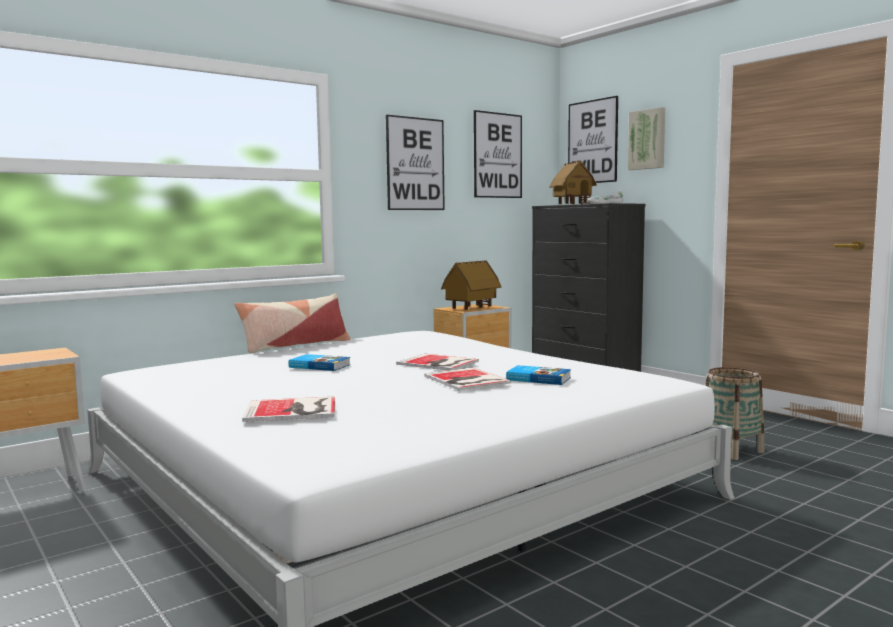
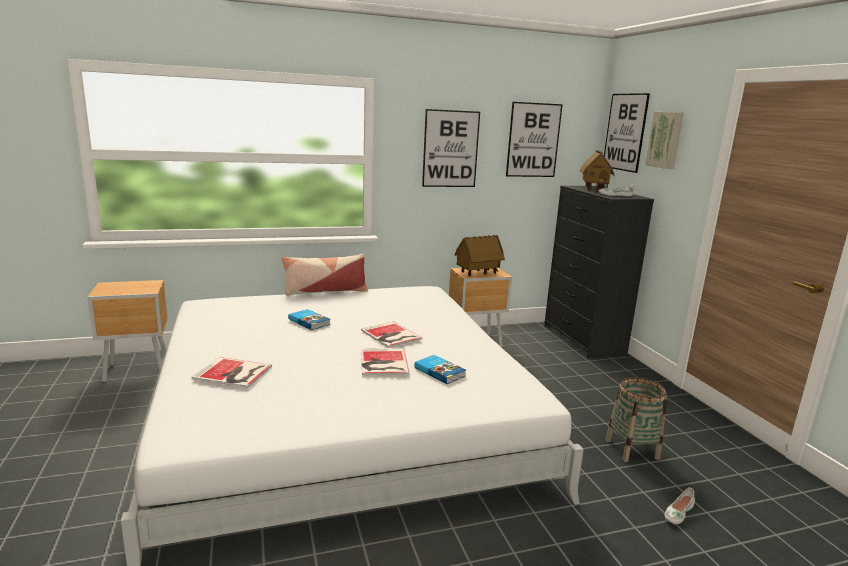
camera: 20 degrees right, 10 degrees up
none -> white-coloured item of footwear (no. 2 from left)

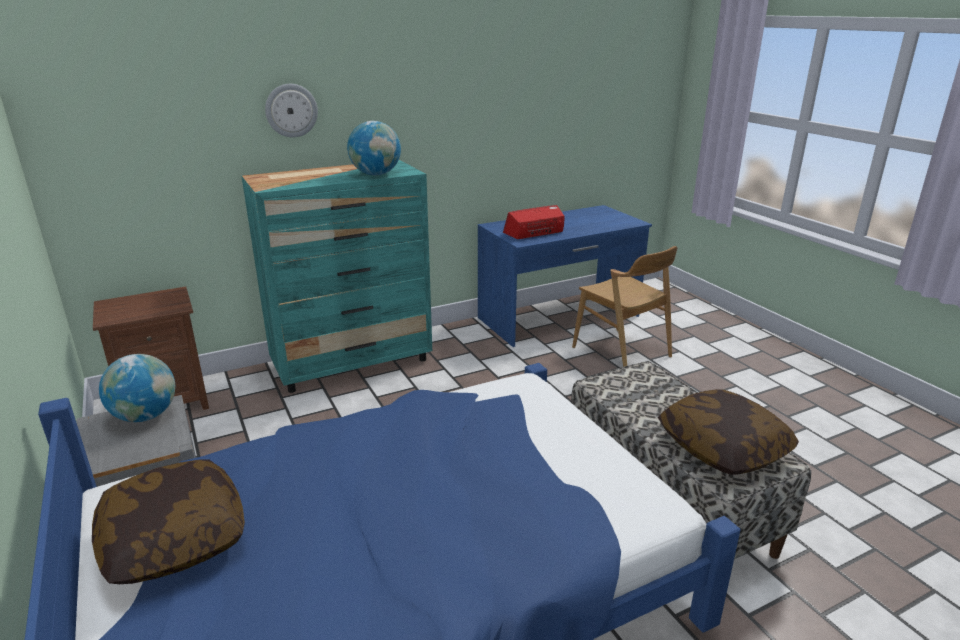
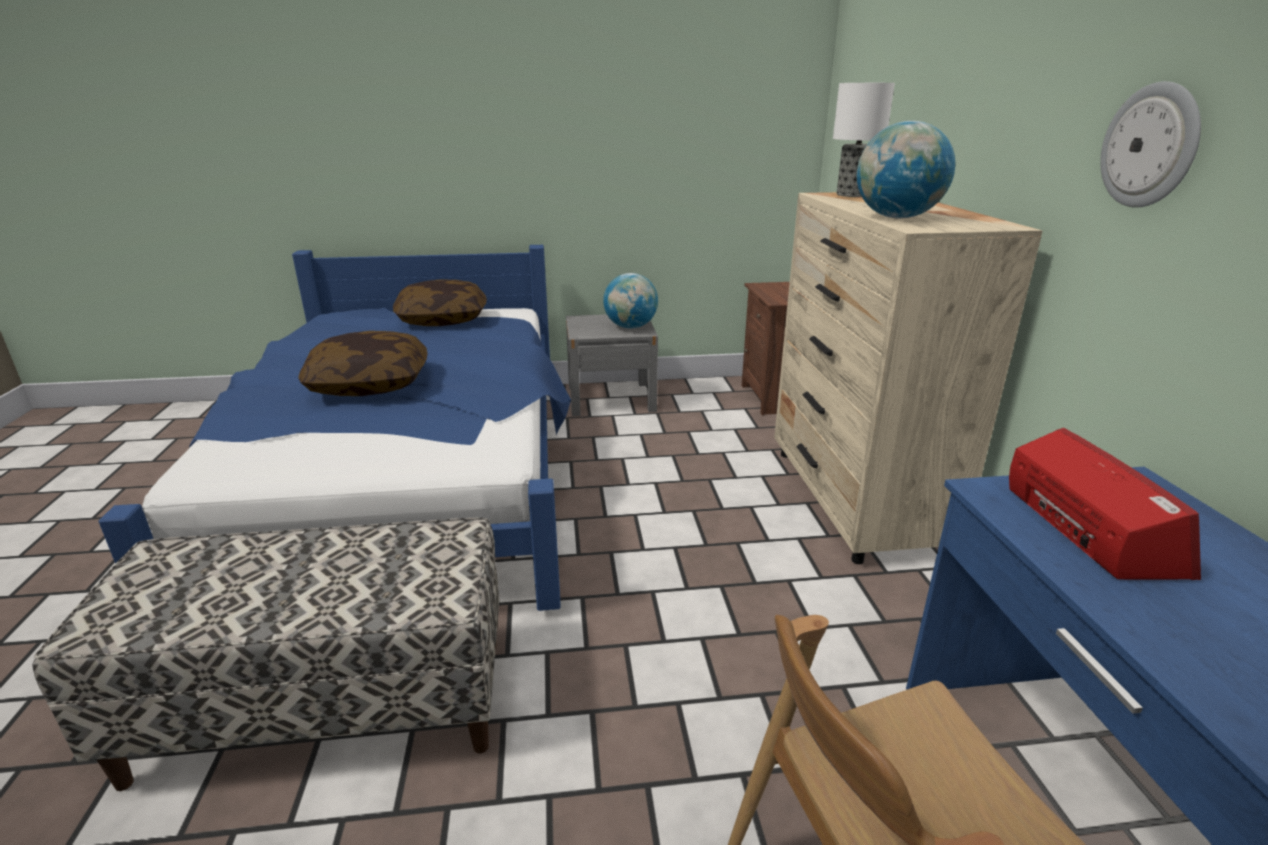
camera: 110 degrees right, 0 degrees up
none -> table lamp
hanging clock, shifted
pillow (no. 2 from left in the first image) -> pillow (no. 1 from left), shifted
turquoise-coloured drawer chest -> beige-coloured drawer chest

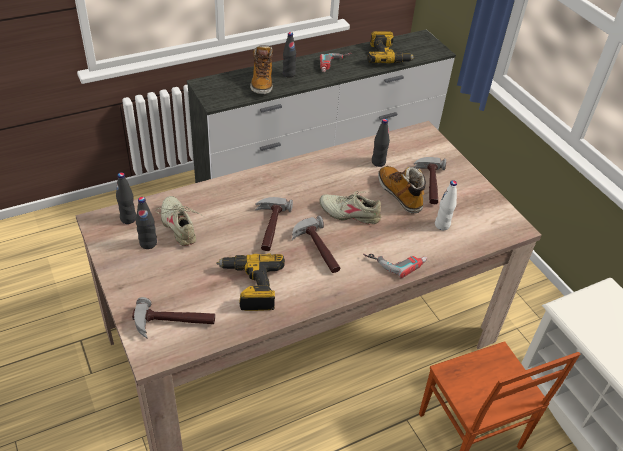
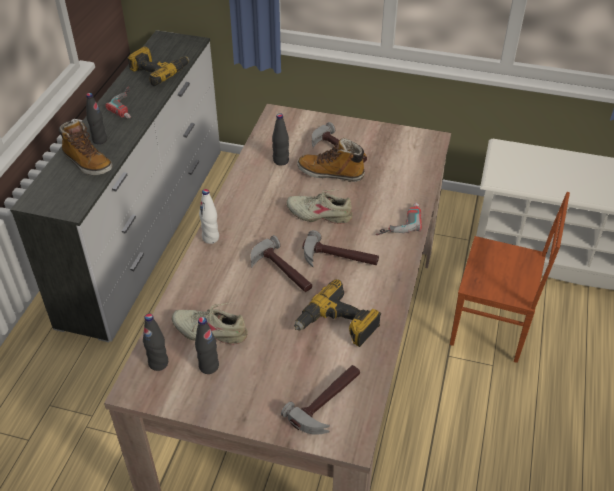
camera: 45 degrees left, 0 degrees up
white-coloured beverage bottle, shifted
beige-coloured item of footwear (no. 2 from left), 45 degrees clockwise

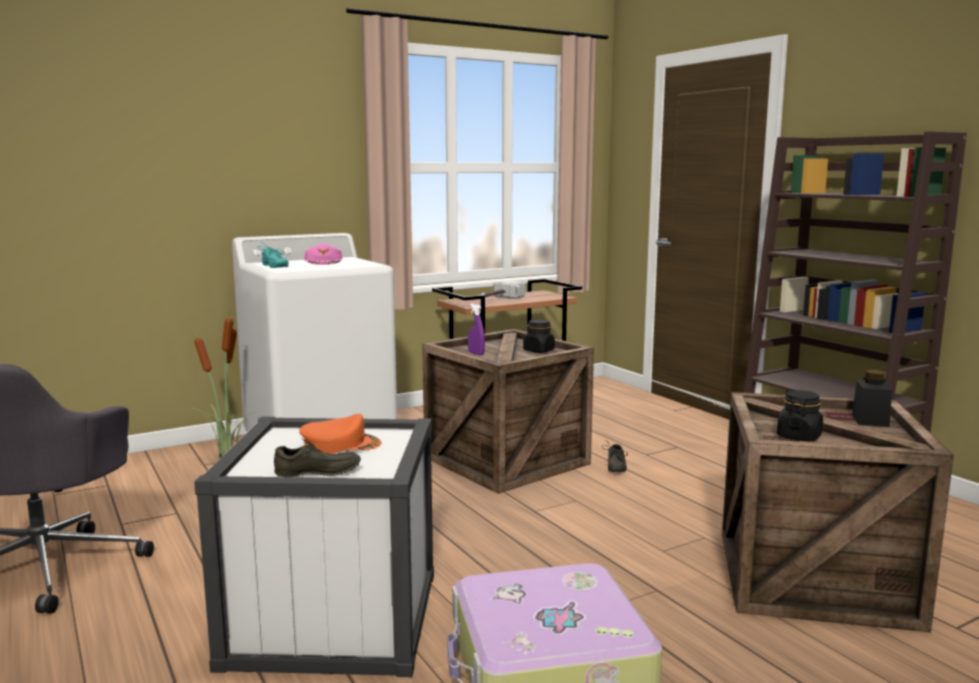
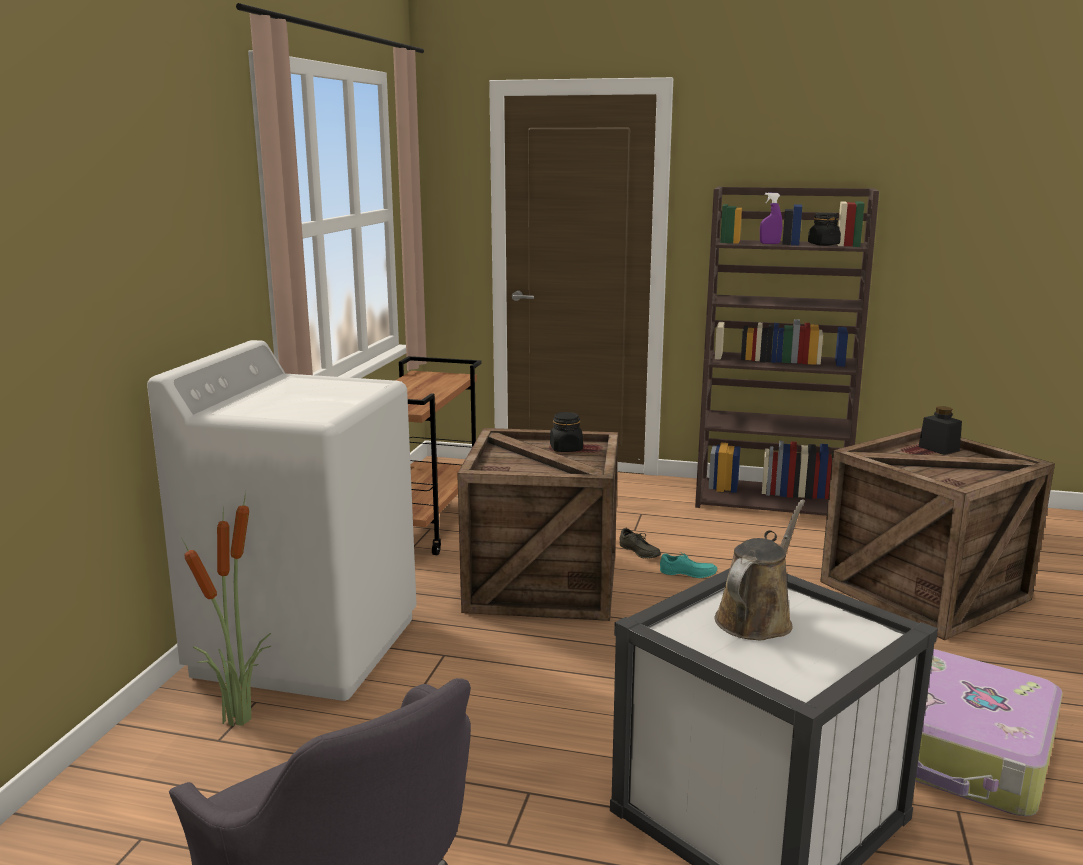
camera: 45 degrees left, 5 degrees up
greyish item of footwear (no. 1 from left) -> none
pink-coloured baseball cap -> none
hand hammer -> none
turquoise-coloured item of footwear, shifted
purplish sprayer, shifted
black-coloured jar (no. 2 from left), shifted
orange baseball cap -> brown watering can

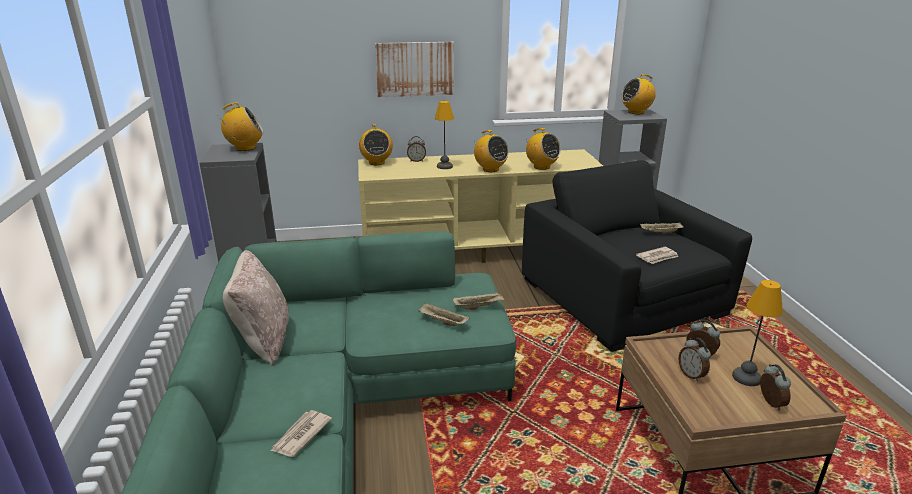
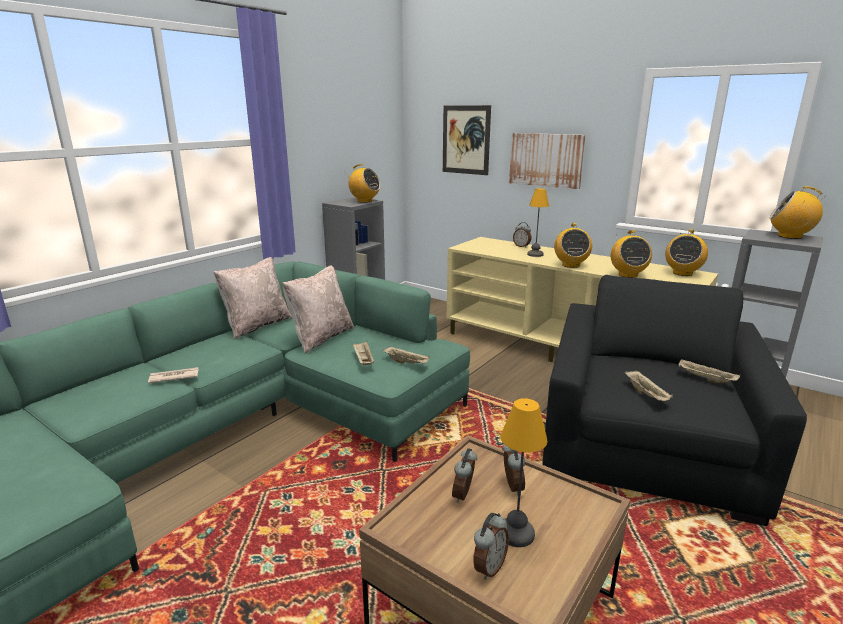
camera: 45 degrees right, 5 degrees down
none -> beige-coloured pillow (no. 2 from left)
none -> picture (no. 1 from left)
radio set (no. 2 from left in the first image) -> radio set (no. 4 from left), shifted
printed paper (no. 2 from left) -> beige-coloured tray (no. 3 from left)

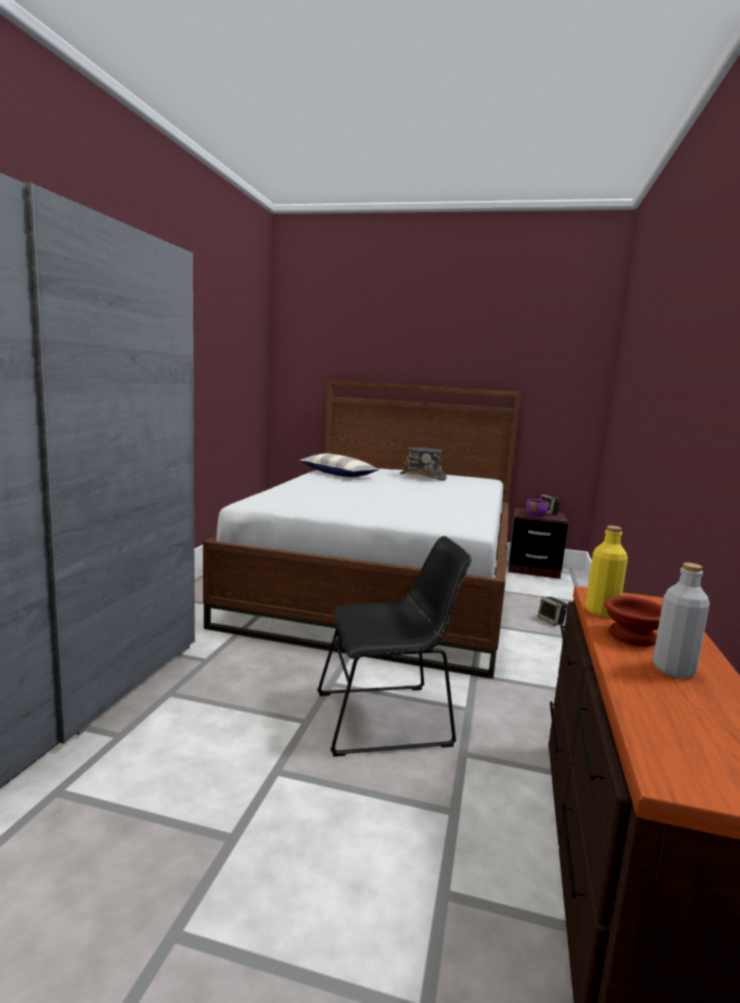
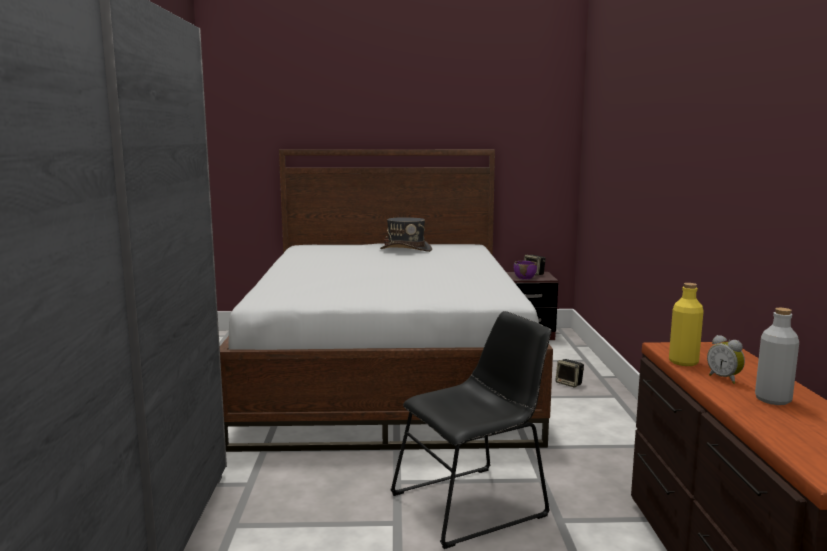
camera: 15 degrees left, 0 degrees up
pillow -> none
brown serving bowl -> bedside clock

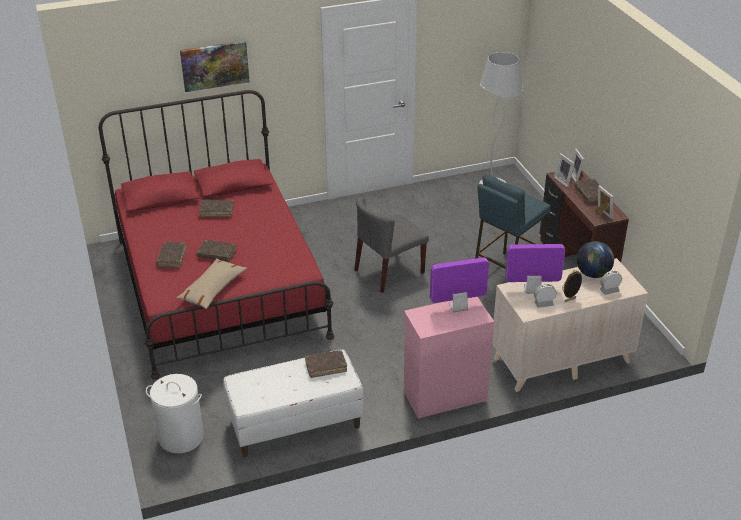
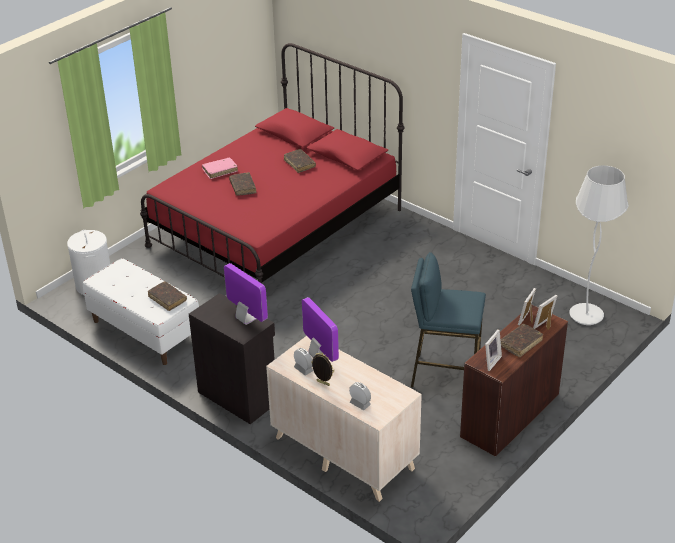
camera: 60 degrees right, 0 degrees up
beige-coloured pillow -> none
picture -> none
greyish chair -> none
globe -> none
brown bound book (no. 1 from left) -> pink-coloured bound book
pink-coloured cupboard -> black-coloured cupboard

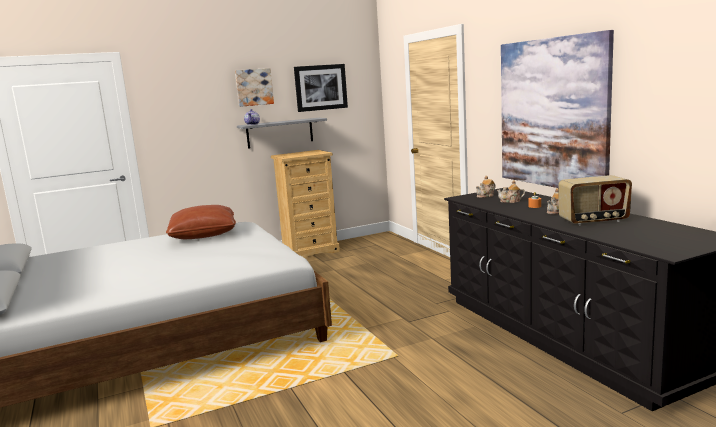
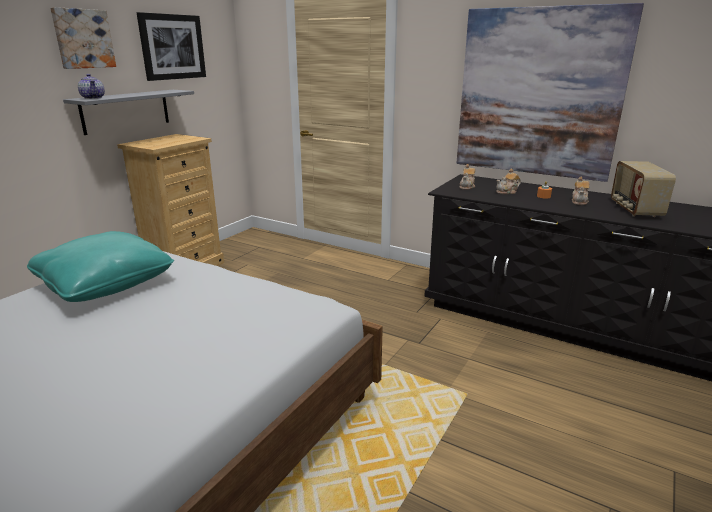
camera: 35 degrees left, 10 degrees up
brown pillow -> turquoise-coloured pillow
radio set, 135 degrees clockwise

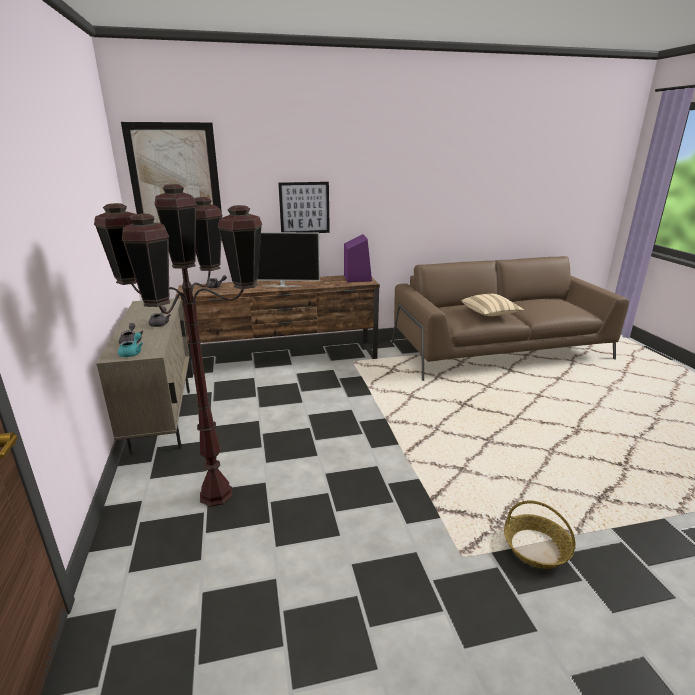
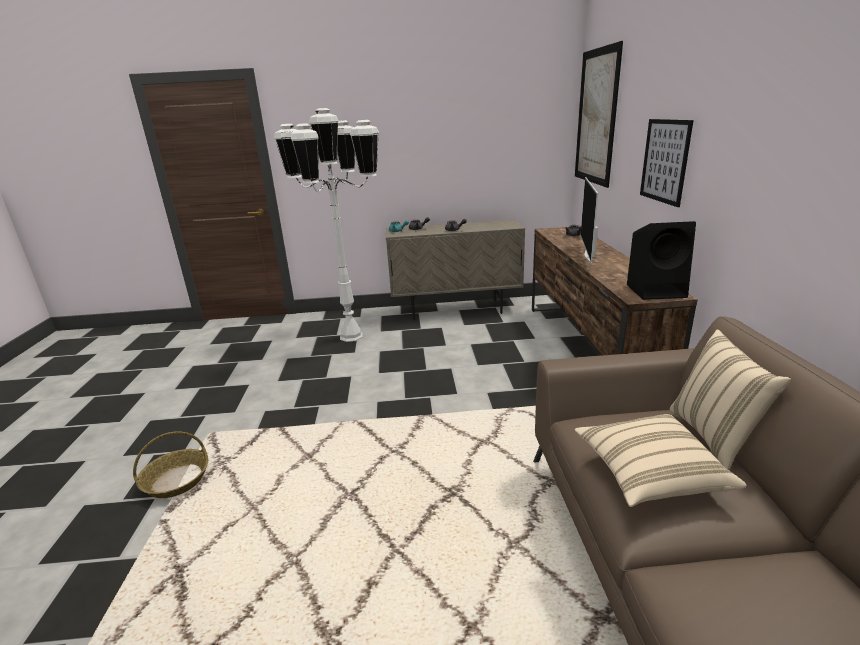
camera: 100 degrees right, 0 degrees up
none -> beige-coloured pillow (no. 2 from left)
brown standing lamp -> white-coloured standing lamp
purplish speaker -> black-coloured speaker

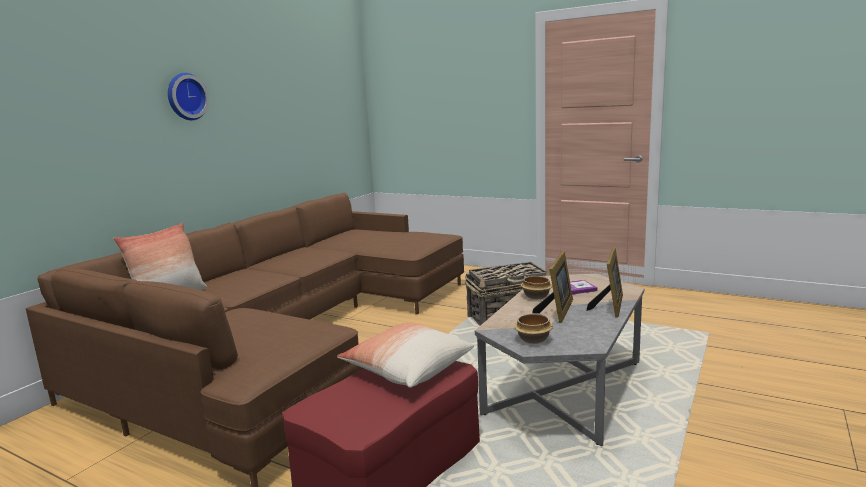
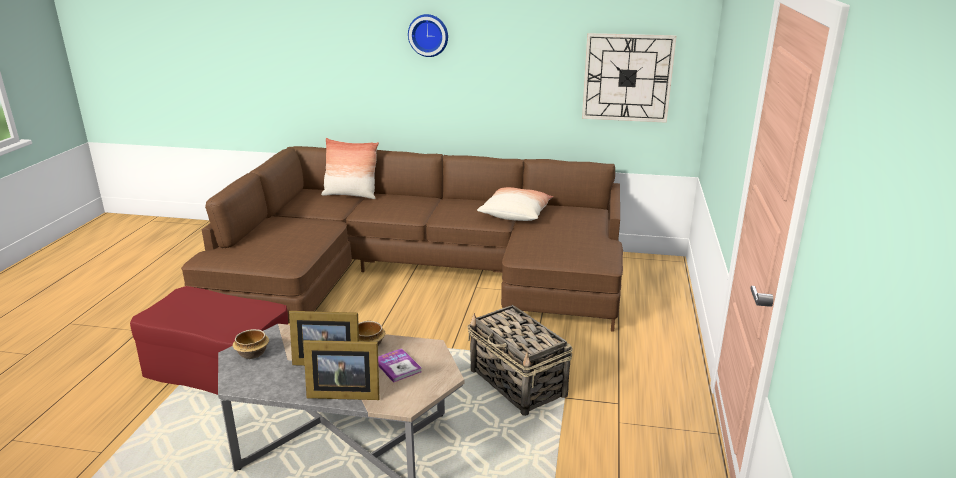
camera: 70 degrees right, 10 degrees up
none -> hanging clock (no. 2 from left)
pillow (no. 2 from left), shifted

